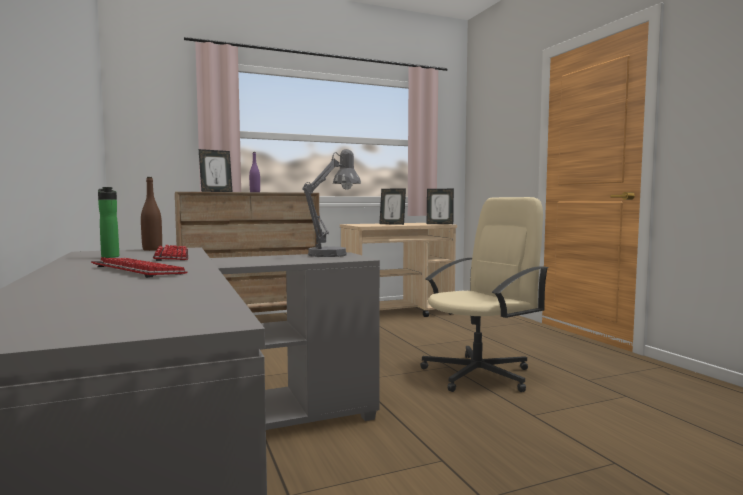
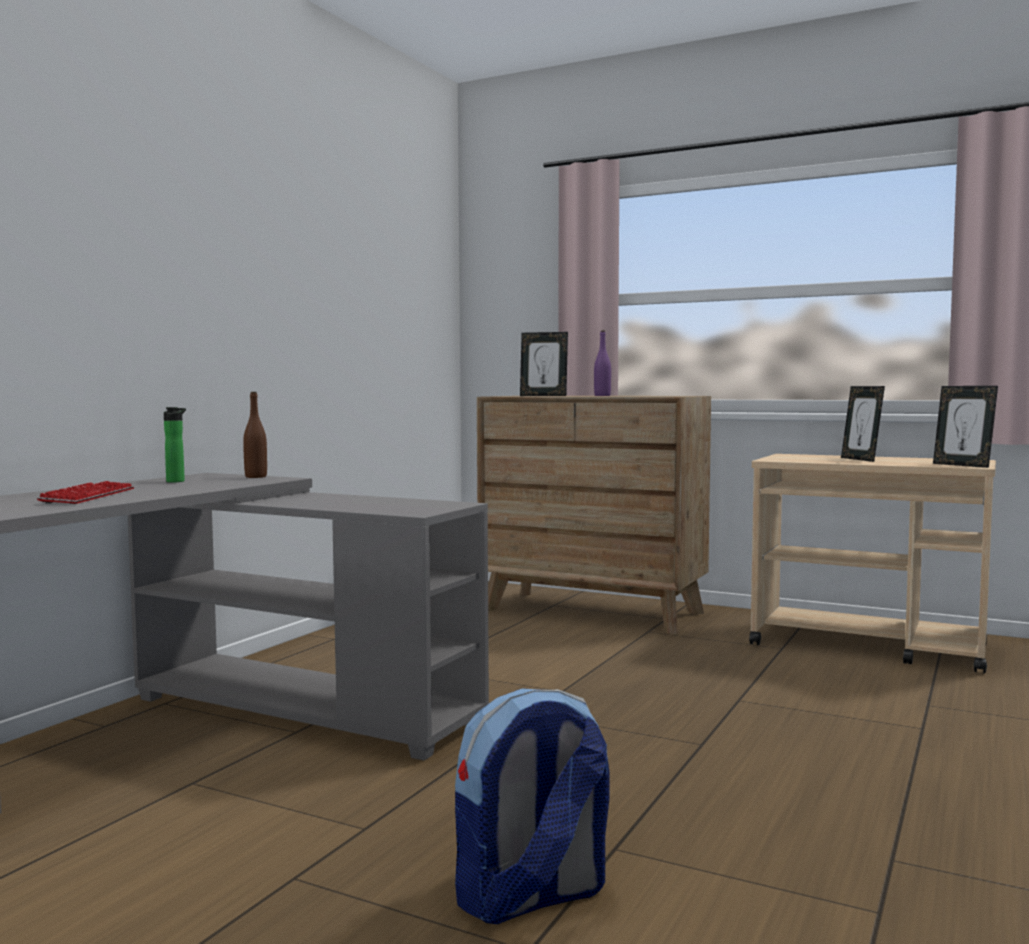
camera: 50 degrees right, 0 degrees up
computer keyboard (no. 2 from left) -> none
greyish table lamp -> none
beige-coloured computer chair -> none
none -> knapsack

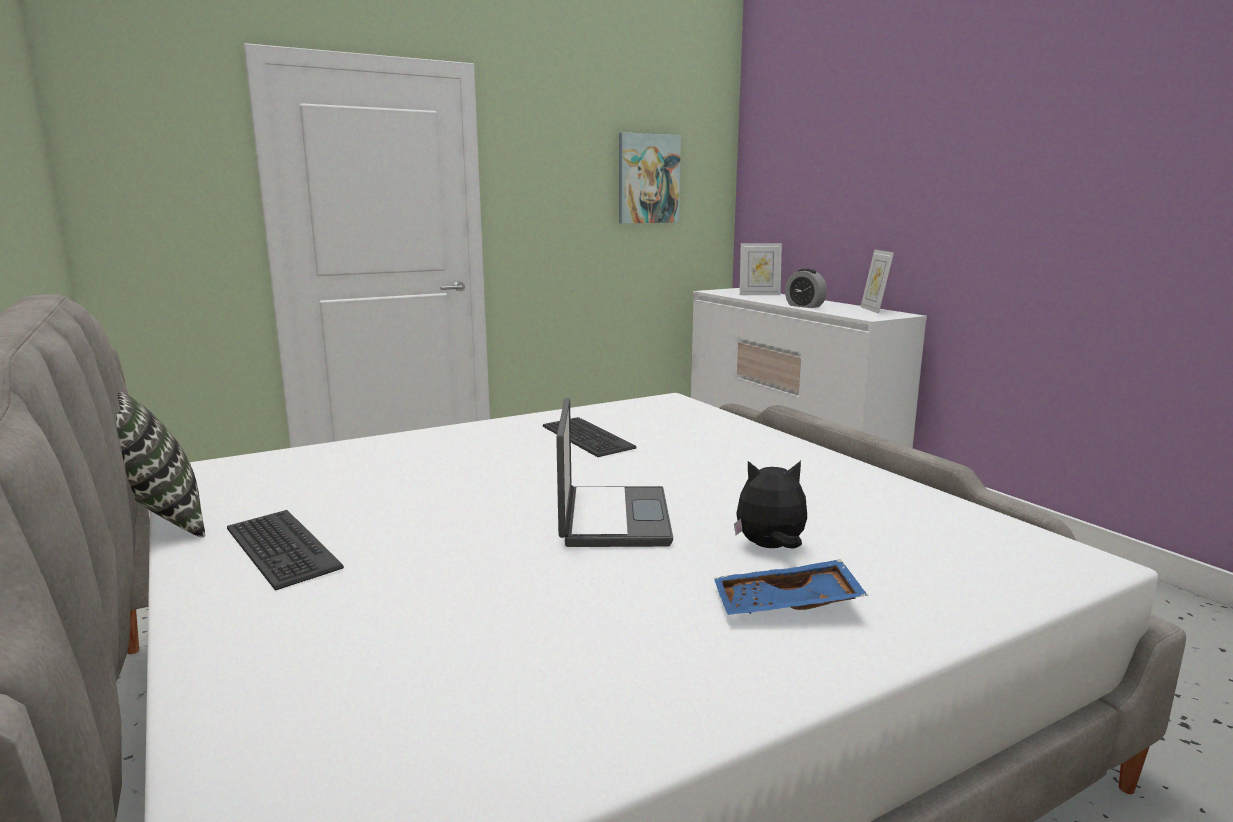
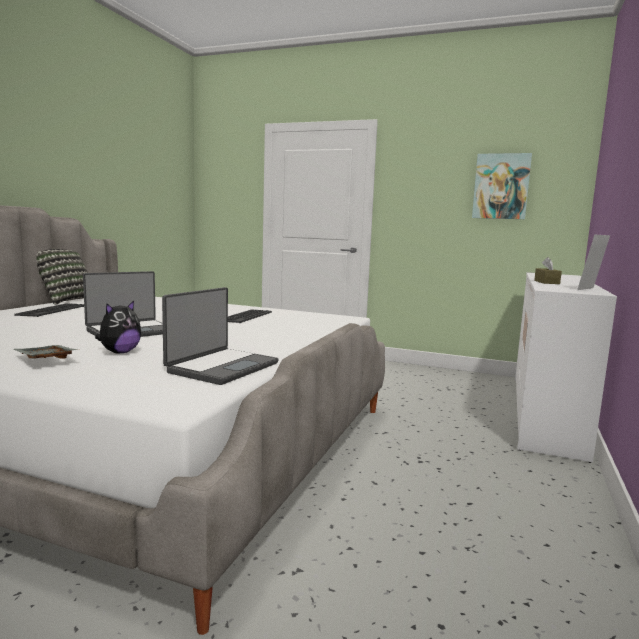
camera: 50 degrees right, 5 degrees down
picture frame (no. 1 from left) -> none
none -> portable computer (no. 2 from left)
bedside clock -> brown tissue box
blue tray -> greyish tray
cuddly toy, 75 degrees clockwise

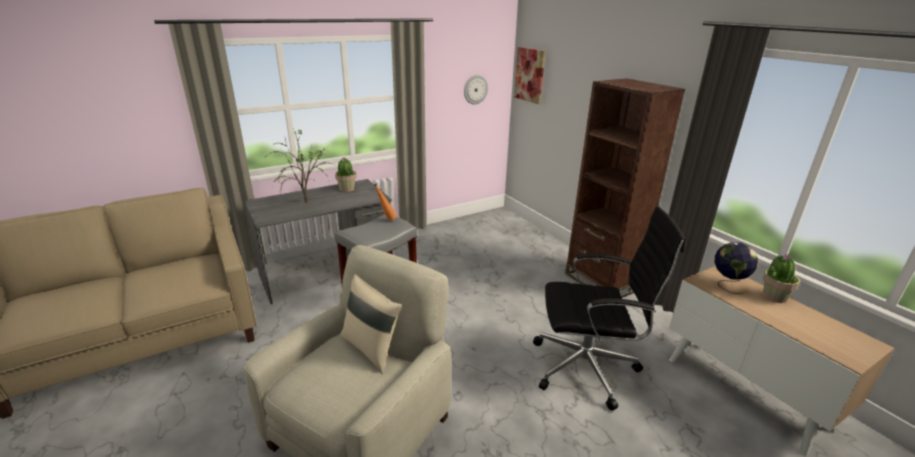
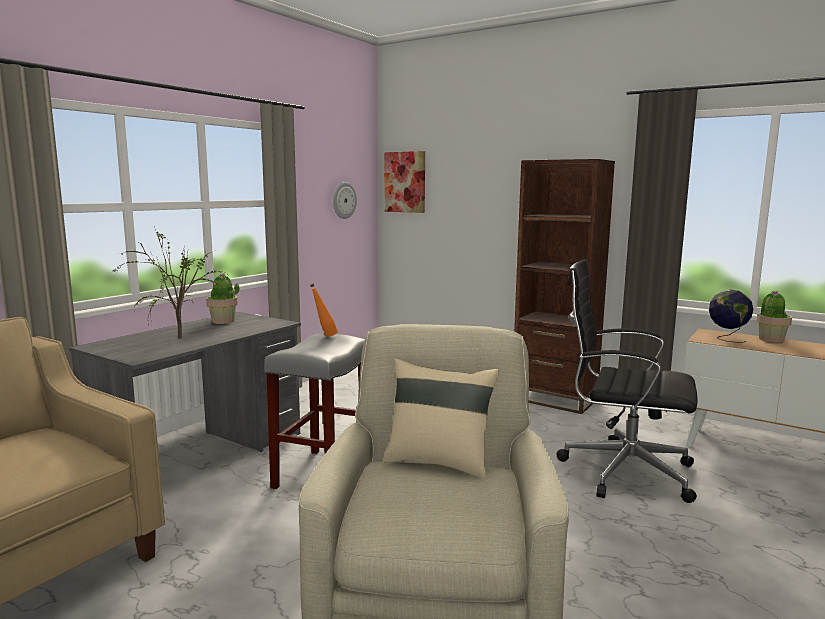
camera: 25 degrees left, 15 degrees down
black-coloured computer chair, 135 degrees counterclockwise

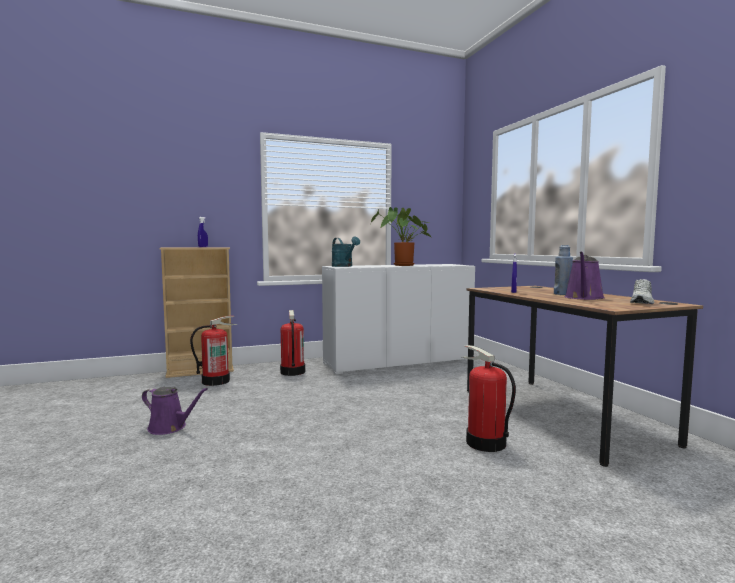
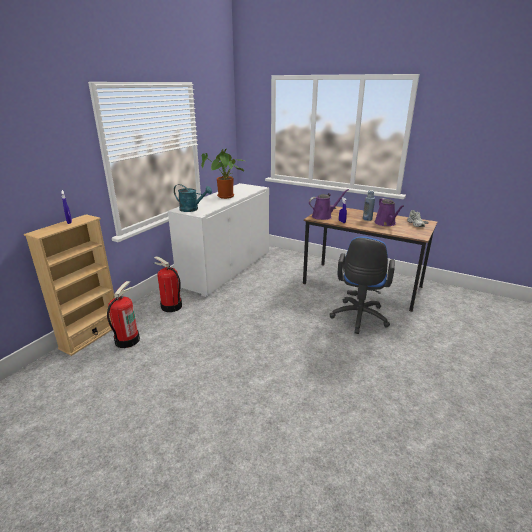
camera: 40 degrees left, 20 degrees up
purplish watering can (no. 1 from left), shifted
fire extinguisher (no. 3 from left) -> blue computer chair

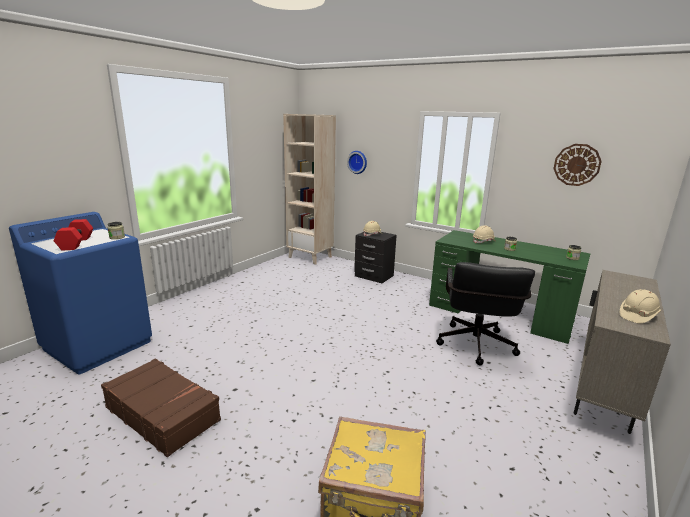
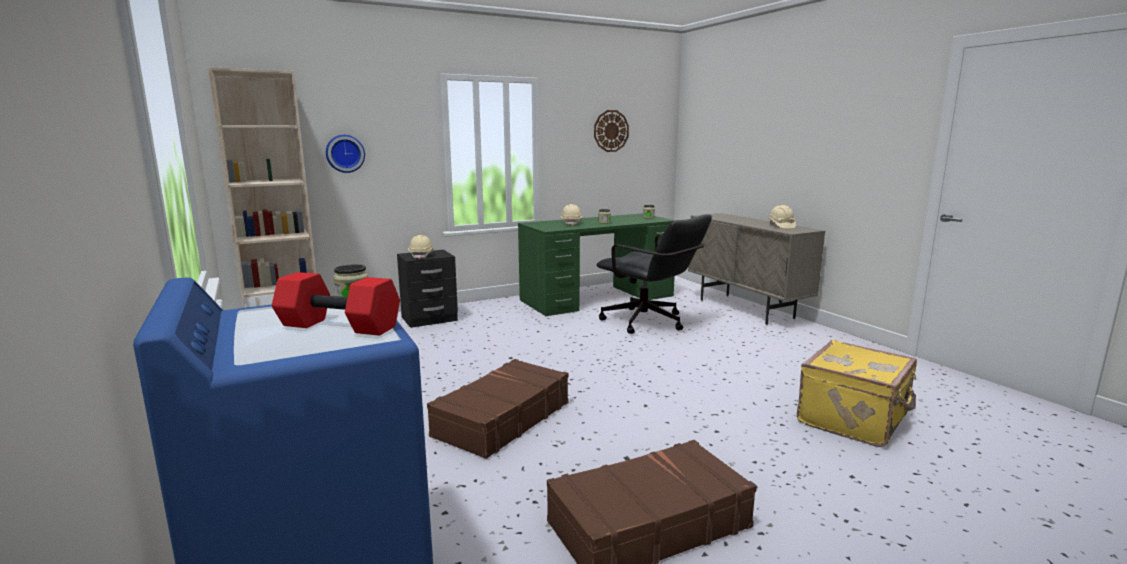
camera: 60 degrees left, 5 degrees down
none -> brown piece of luggage (no. 1 from left)

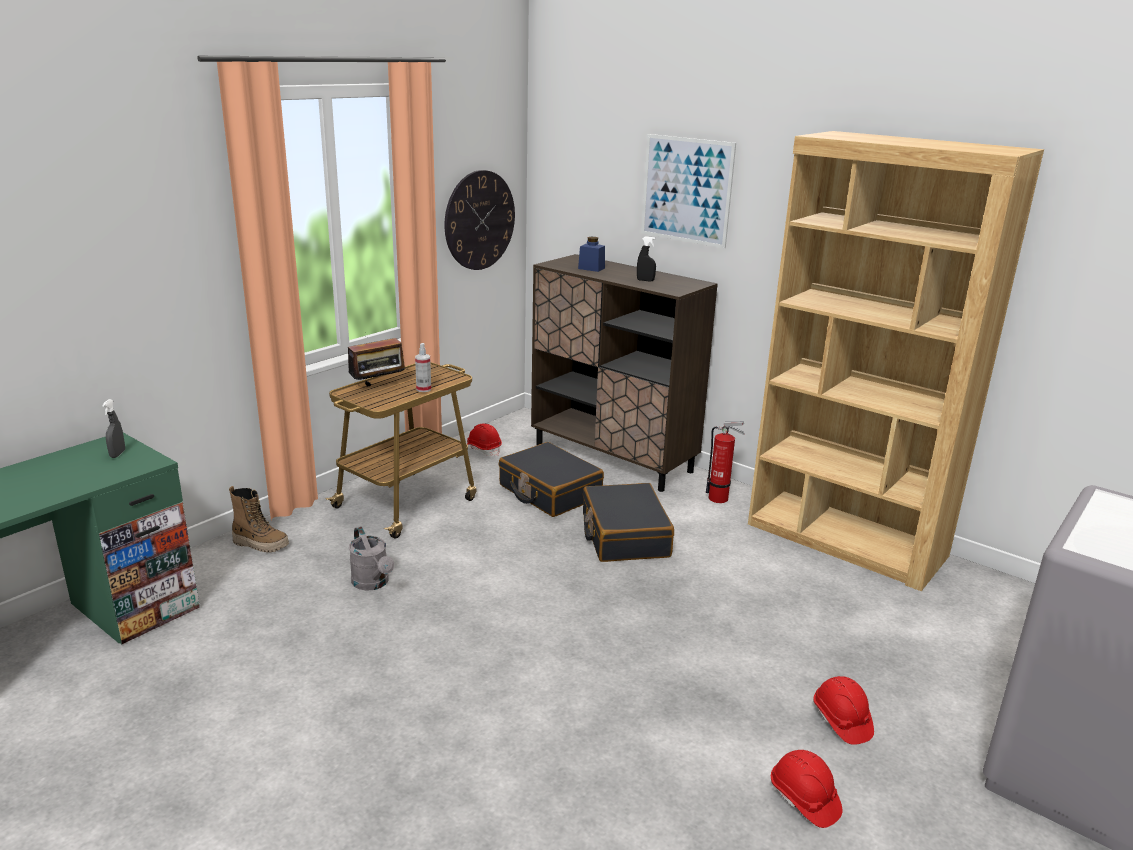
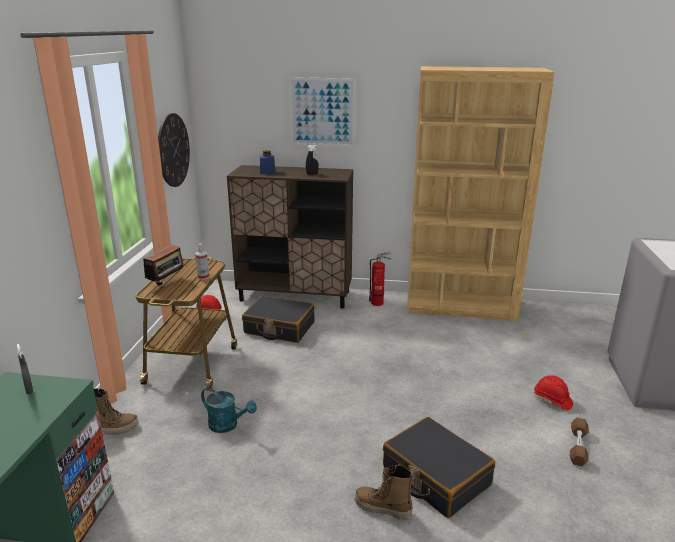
camera: 30 degrees left, 0 degrees up
none -> boot (no. 2 from left)
black-coloured piece of luggage (no. 2 from left), shifted
red-coloured safety helmet (no. 2 from left) -> brown dumbbell
greyish watering can -> turquoise-coloured watering can

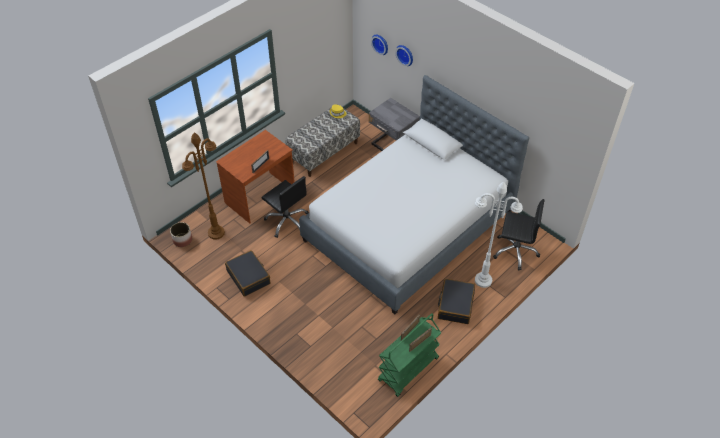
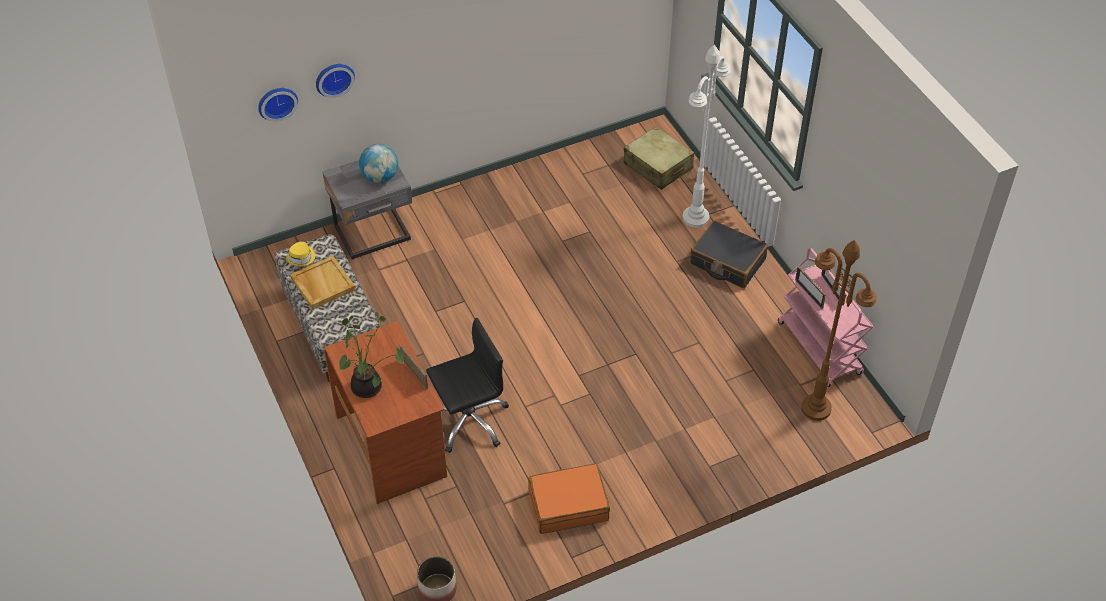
camera: 70 degrees left, 0 degrees up
bed -> none
none -> beige-coloured tray
none -> potted plant
none -> globe
brown standing lamp, shifted
black-coloured computer chair (no. 2 from left) -> beige-coloured piece of luggage
black-coloured piece of luggage (no. 1 from left) -> orange piece of luggage
green-coloured wheeled cart -> pink-coloured wheeled cart

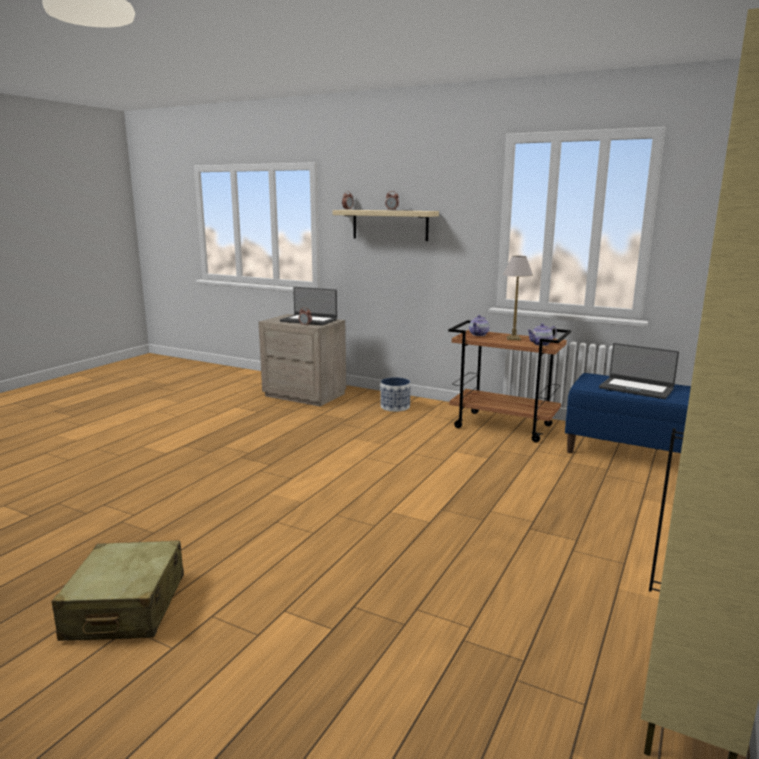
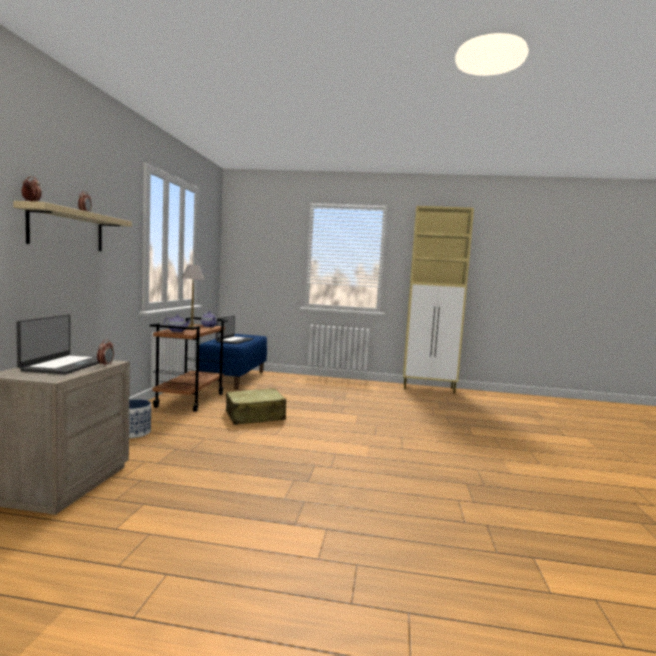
camera: 110 degrees left, 10 degrees down
beige-coloured piece of luggage, shifted

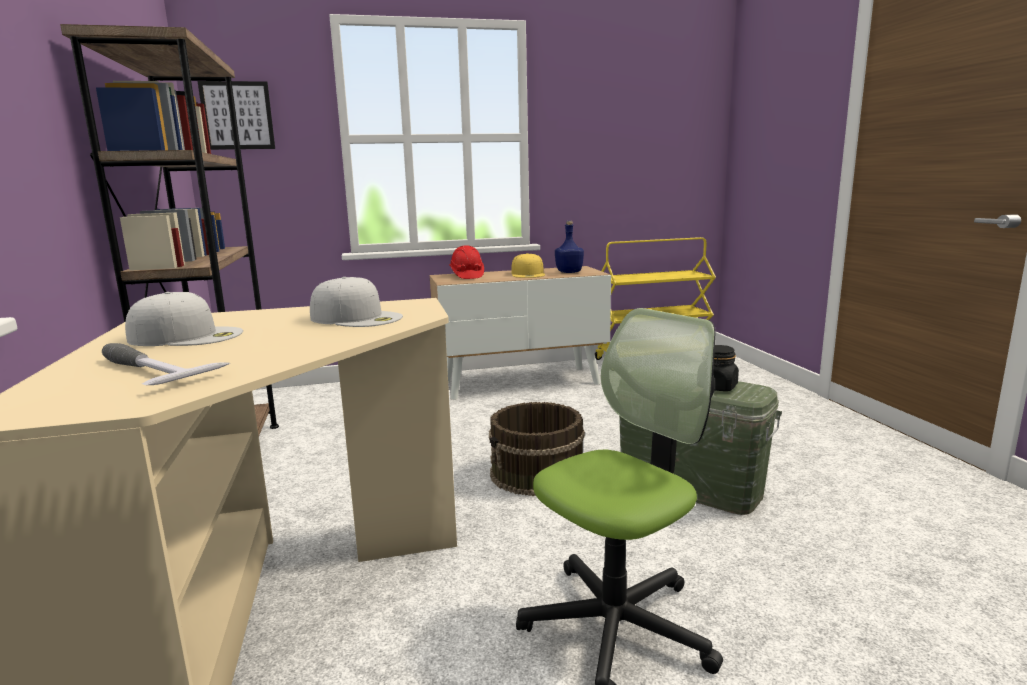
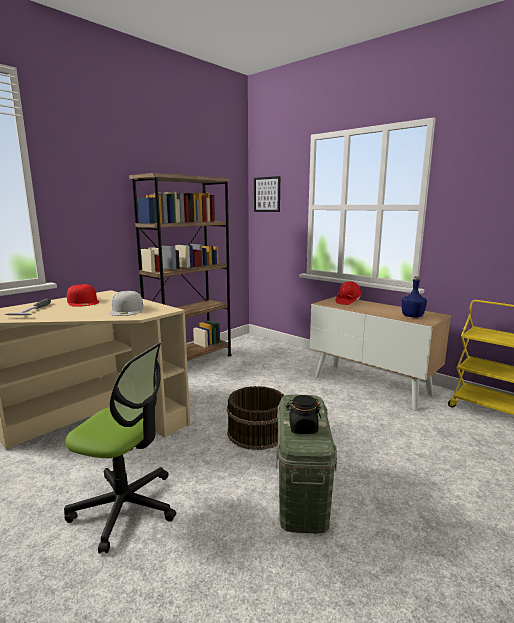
camera: 55 degrees right, 0 degrees up
yellowish baseball cap -> none
white-coloured baseball cap (no. 1 from left) -> red-coloured baseball cap

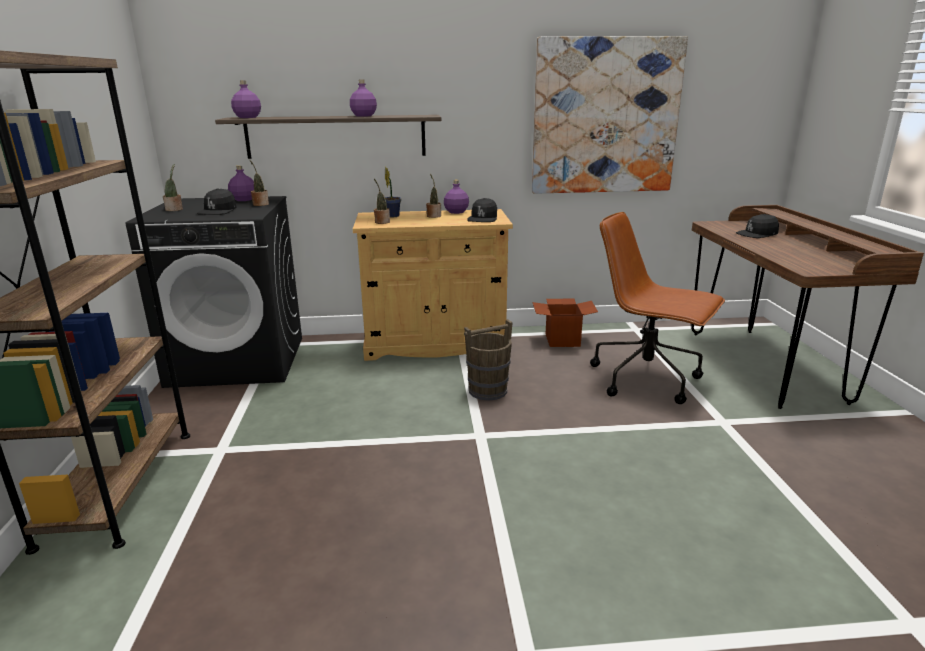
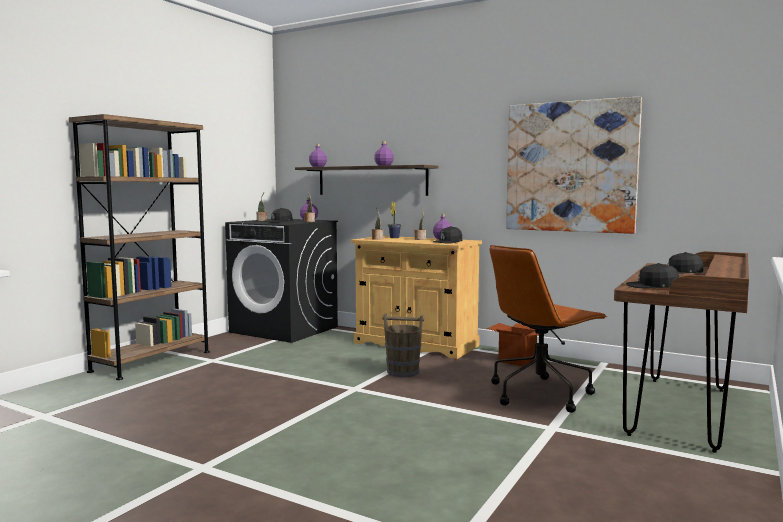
camera: 35 degrees right, 15 degrees down
none -> black-coloured baseball cap (no. 3 from left)
brown computer chair, 105 degrees counterclockwise

